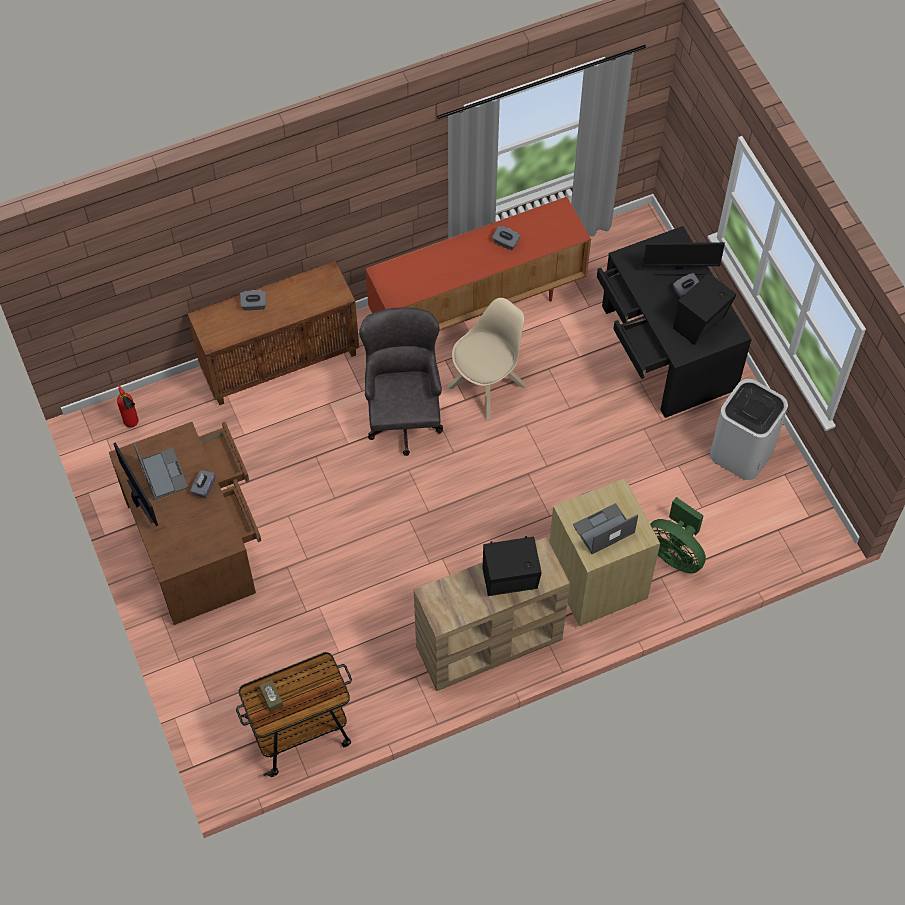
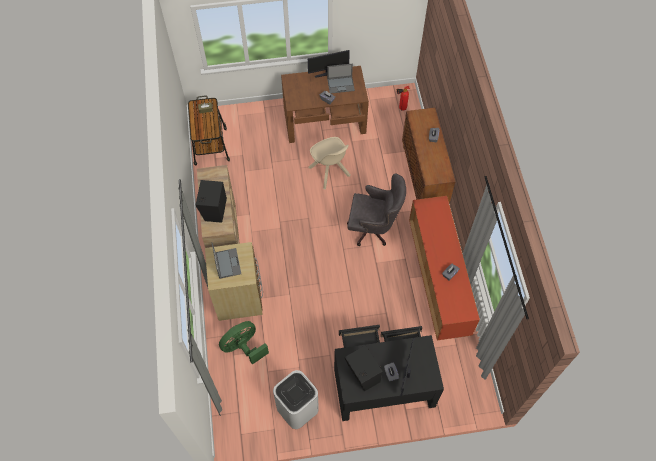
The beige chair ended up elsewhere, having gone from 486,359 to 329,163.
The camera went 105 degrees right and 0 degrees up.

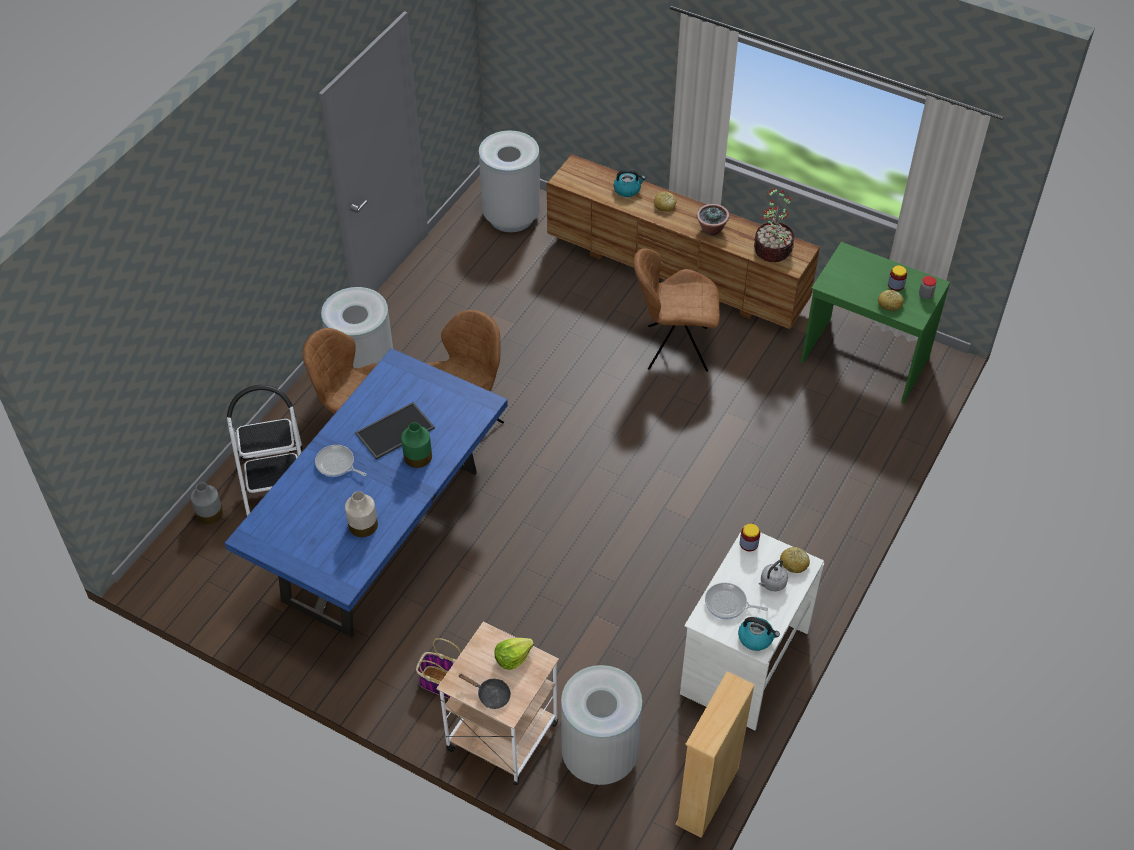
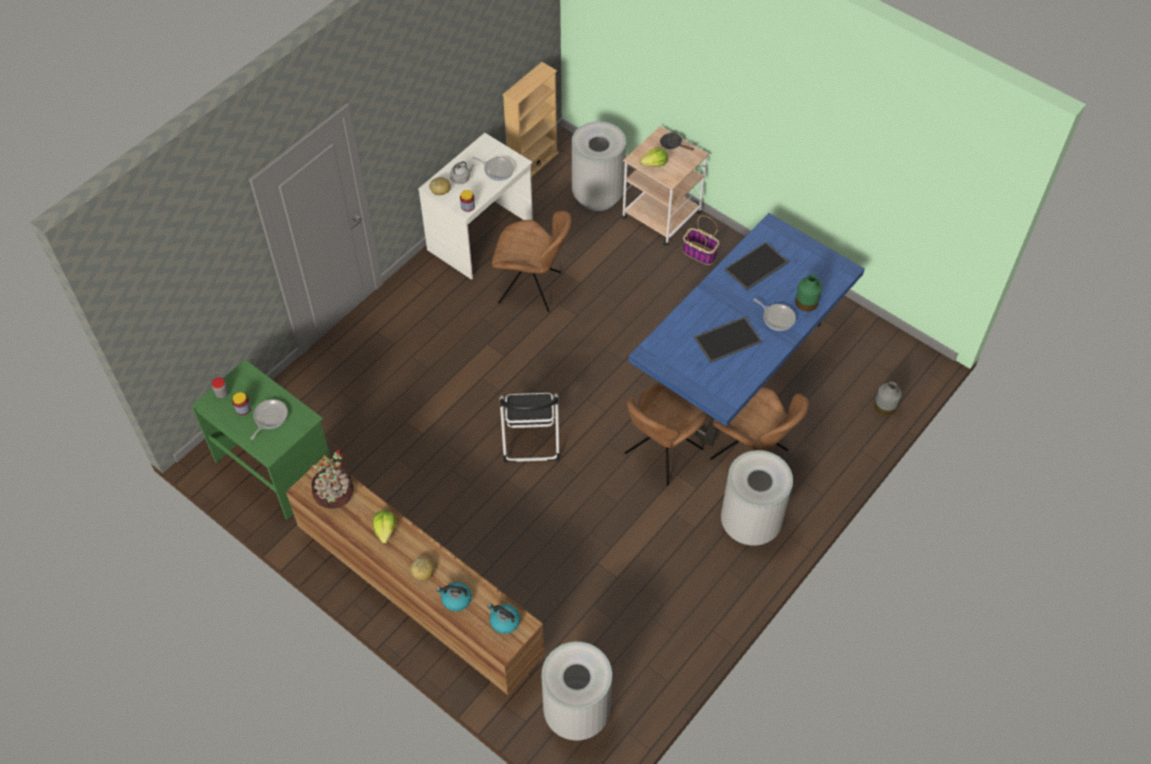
The second view lost the bread at 891,300.
The second view gained the frying pan at 269,419.
The step ladder ended up elsewhere, having gone from 265,450 to 529,427.
The green vase ended up elsewhere, having gone from 416,445 to 808,293.
The brown chair ended up elsewhere, having gone from 677,310 to 532,261.
The kettle ended up elsewhere, having gone from 759,634 to 503,618.
Where the beige vase stood at 361,514, the tray came to stand at 757,266.
Where the potted plant stood at 713,220, the lettuce came to stand at 384,526.
The camera went 170 degrees left and 5 degrees up.

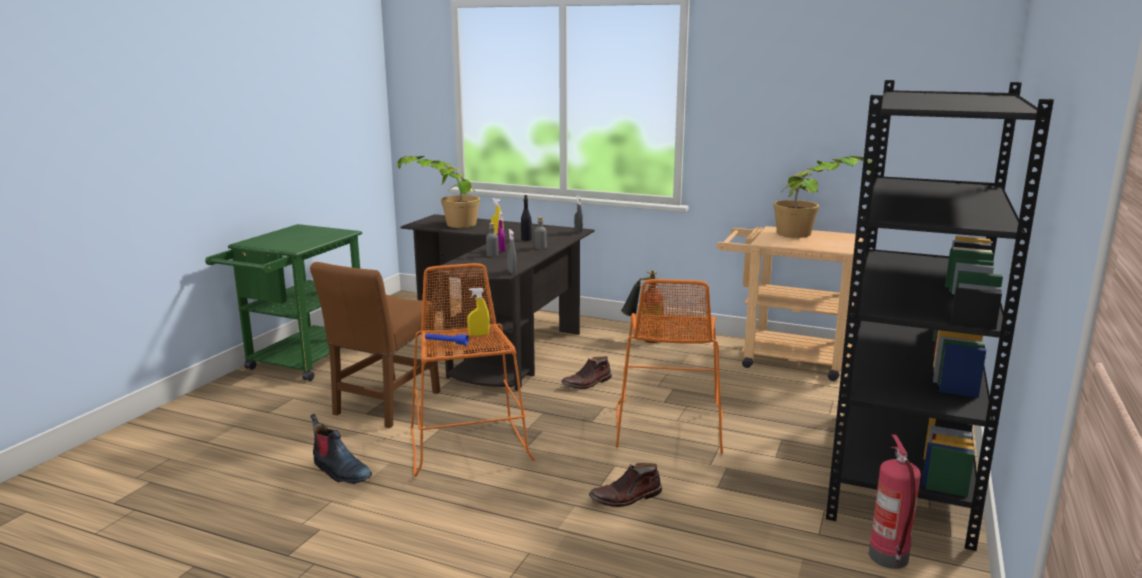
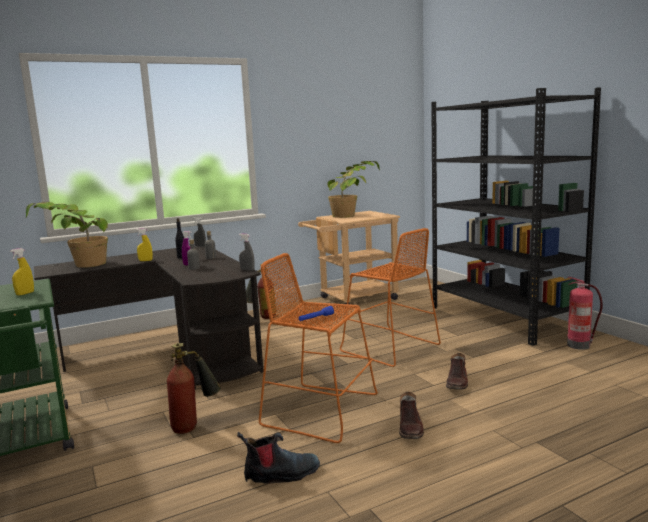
The yellow spray bottle ended up elsewhere, having gone from 478,312 to 22,272.
The brown boot ended up elsewhere, having gone from 586,372 to 411,415.
Where the brown chair stood at 375,345, the fire extinguisher came to stand at 194,388.
The camera went 50 degrees left and 5 degrees down.

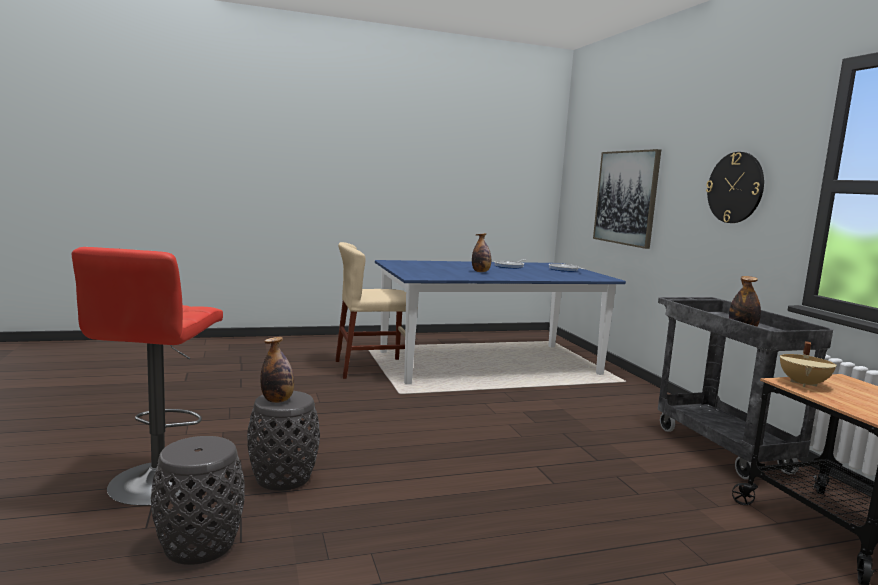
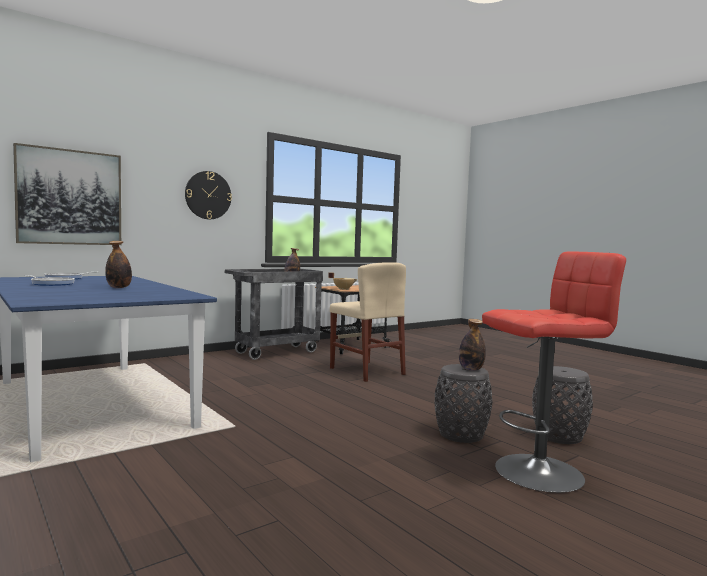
The beige chair ended up elsewhere, having gone from 370,310 to 368,322.
The camera went 110 degrees left and 5 degrees down.

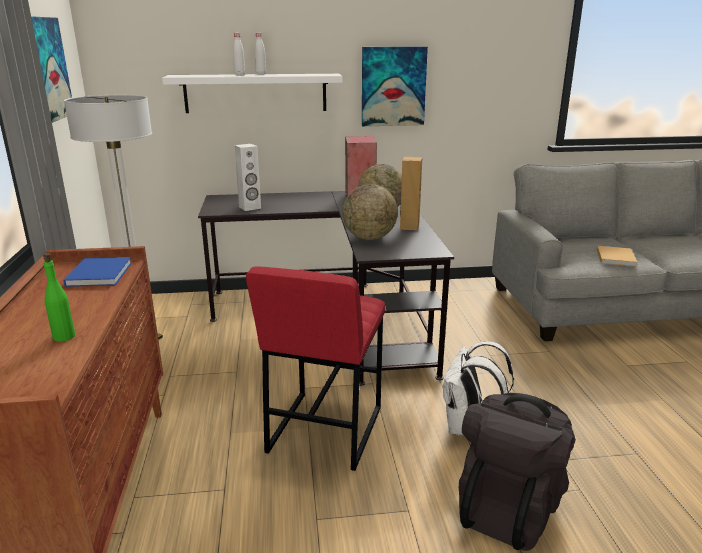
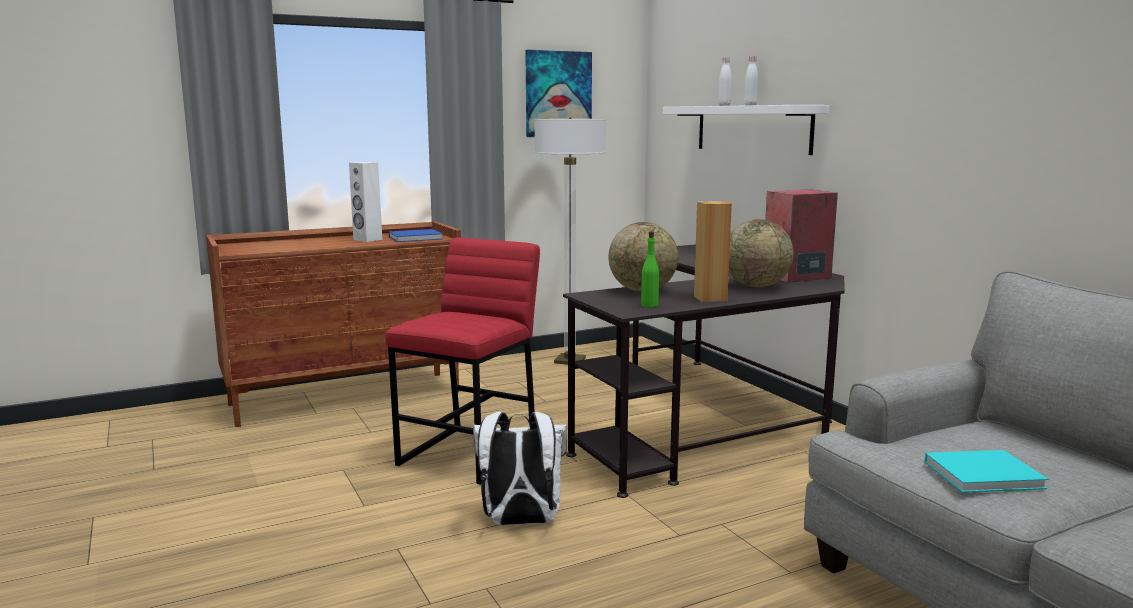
The second view lost the picture at 395,86.
The second view lost the black backpack at 517,472.
The green bottle ended up elsewhere, having gone from 59,297 to 650,269.
The white speaker ended up elsewhere, having gone from 247,177 to 365,202.
What was the beige book at 617,256 turned into the turquoise book at 986,471.
The red chair at 315,369 ended up facing another way, 120 degrees clockwise from before.
The camera went 70 degrees right and 10 degrees down.

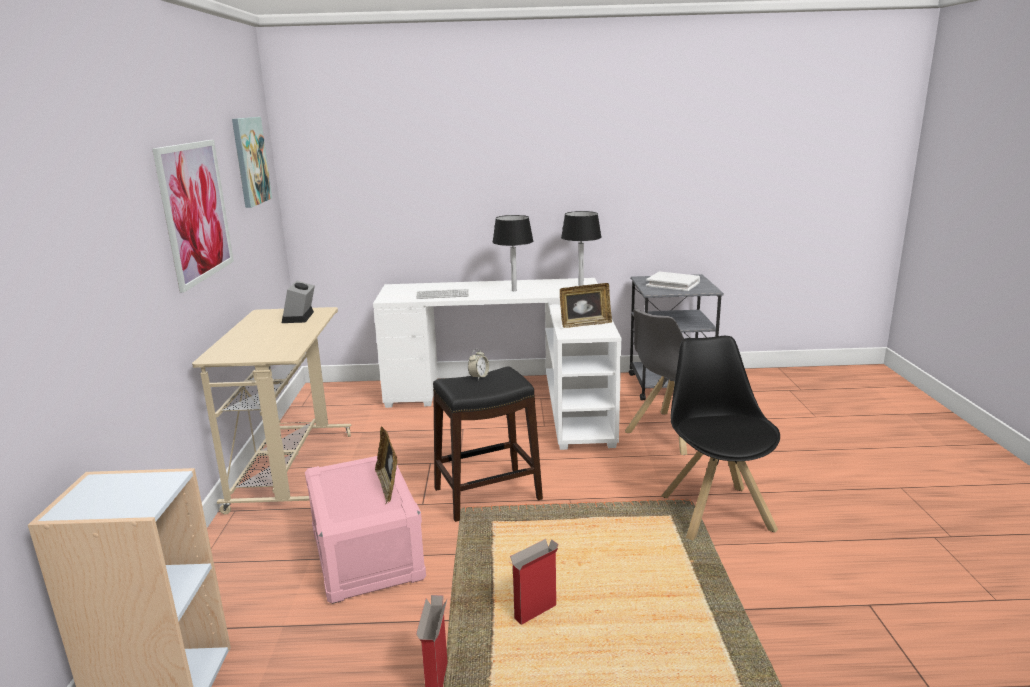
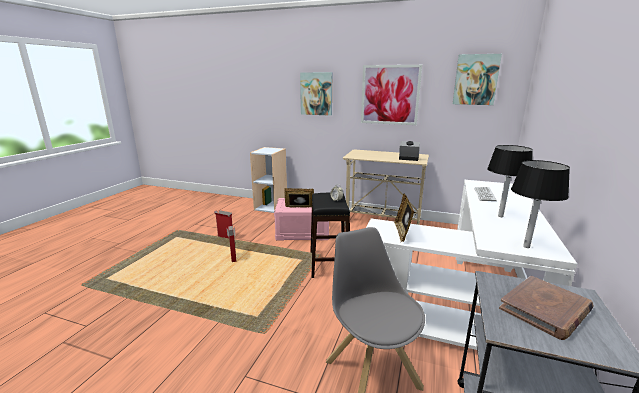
The second view lost the black chair at 720,438.
The second view gained the picture at 316,94.
What was the white book at 673,281 turned into the brown book at 546,308.
The camera went 110 degrees right and 0 degrees up.

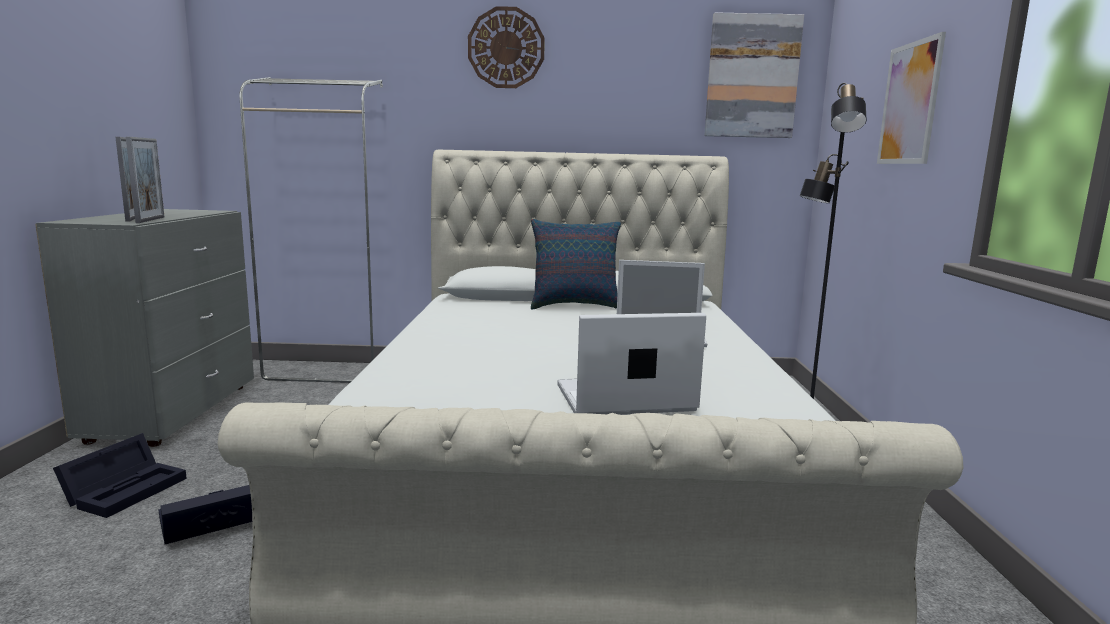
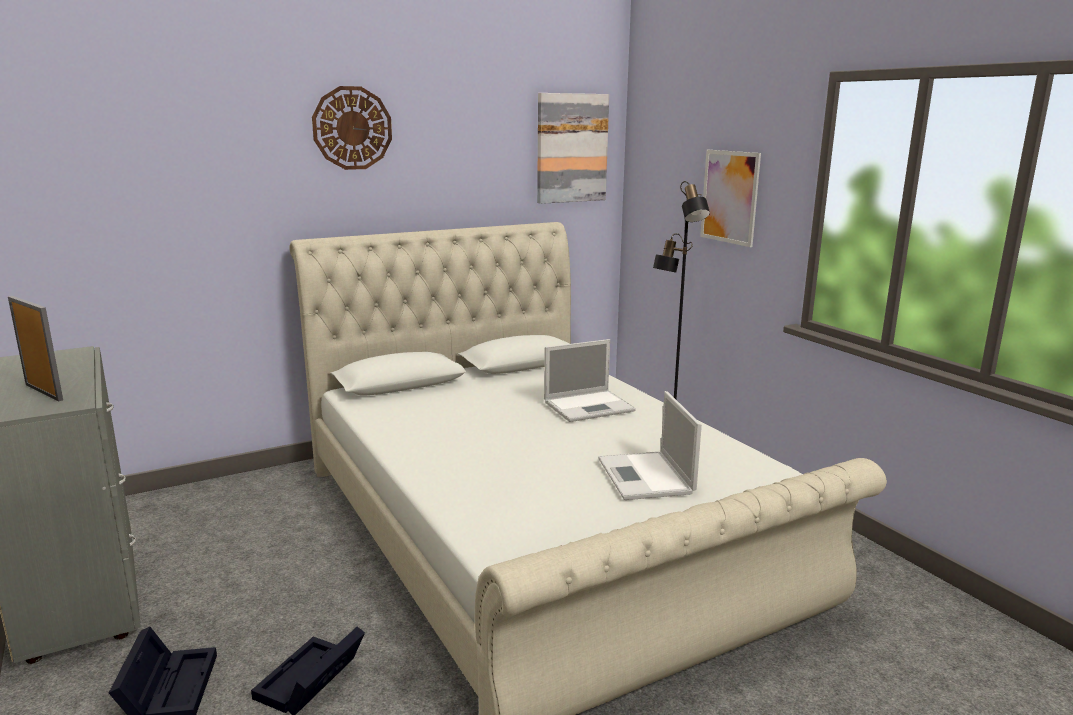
The second view lost the picture frame at 145,180.
The second view lost the grey clothes rack at 311,230.
The second view lost the blue pillow at 576,264.
The laptop at 631,364 ended up facing another way, 60 degrees counterclockwise from before.
The camera went 30 degrees left and 5 degrees up.

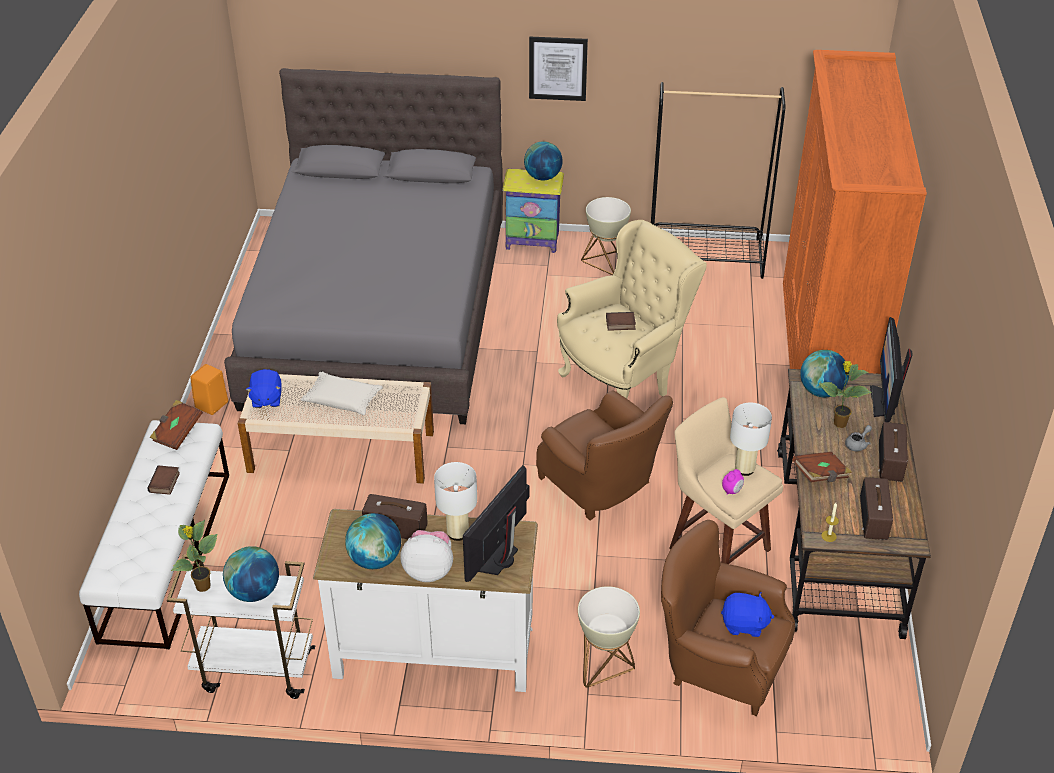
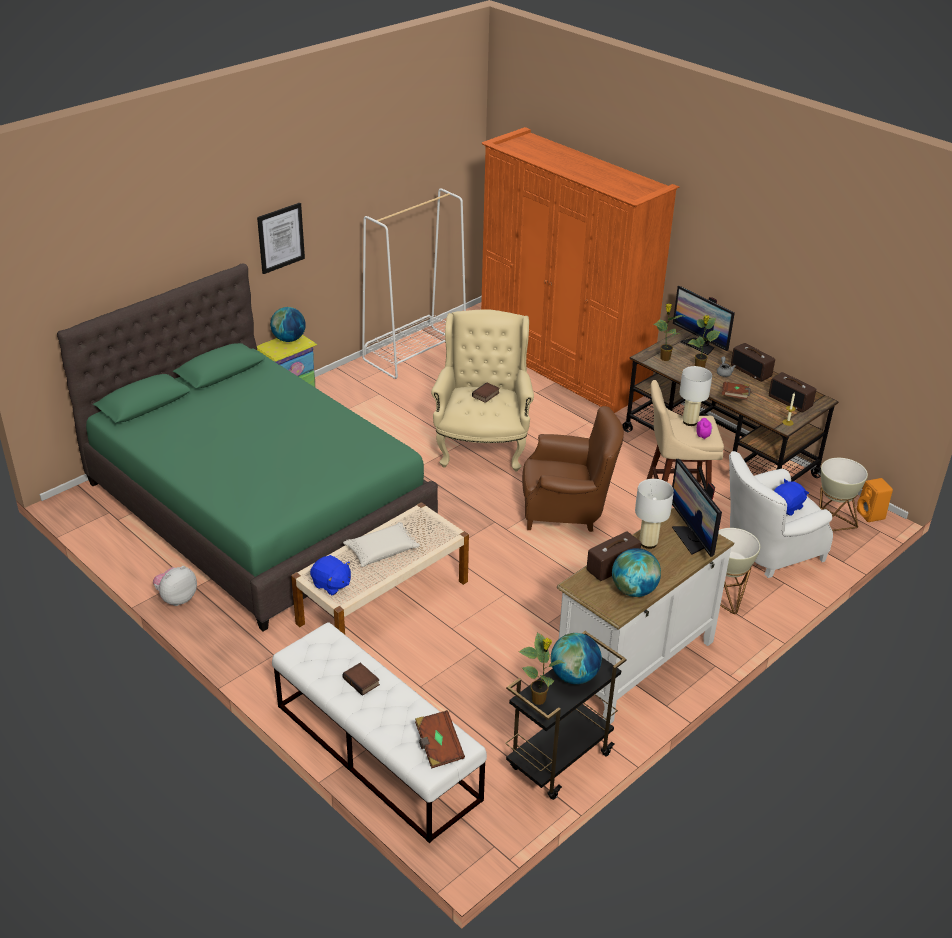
The brown book ended up elsewhere, having gone from 176,425 to 440,739.
The orange speaker ended up elsewhere, having gone from 209,389 to 875,500.
The plush toy ended up elsewhere, having gone from 426,556 to 175,586.
The planter ended up elsewhere, having gone from 606,236 to 843,494.
Where the globe stood at 824,373, the potted plant came to stand at 669,332.
What was the white cart at 241,626 turned into the black cart at 566,715.
What was the grey bed at 363,246 turned into the green bed at 247,447.
What was the black clothes rack at 718,180 turned into the white clothes rack at 414,283.
What was the brown armchair at 728,618 turned into the white armchair at 781,514.
The camera went 50 degrees left and 5 degrees down.

